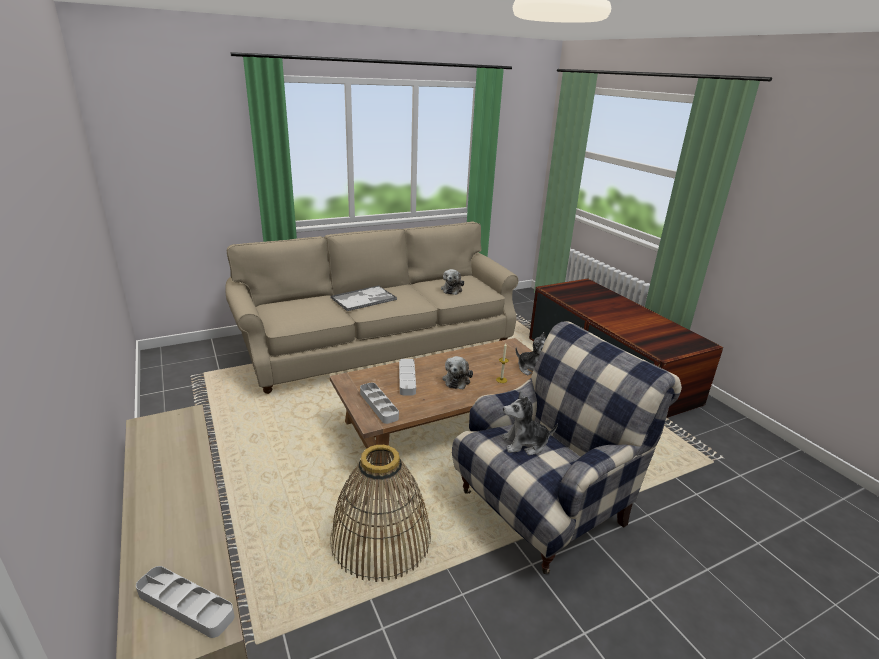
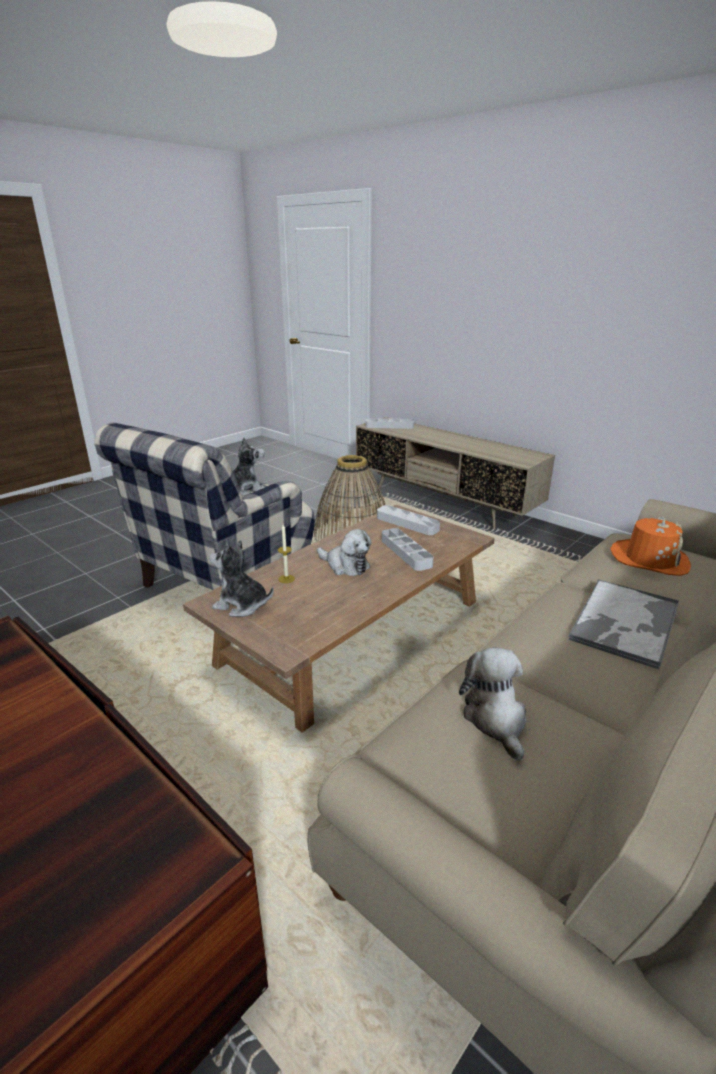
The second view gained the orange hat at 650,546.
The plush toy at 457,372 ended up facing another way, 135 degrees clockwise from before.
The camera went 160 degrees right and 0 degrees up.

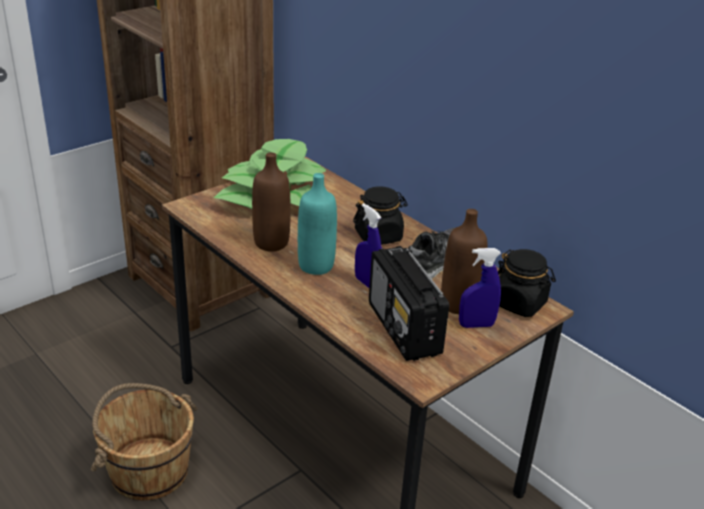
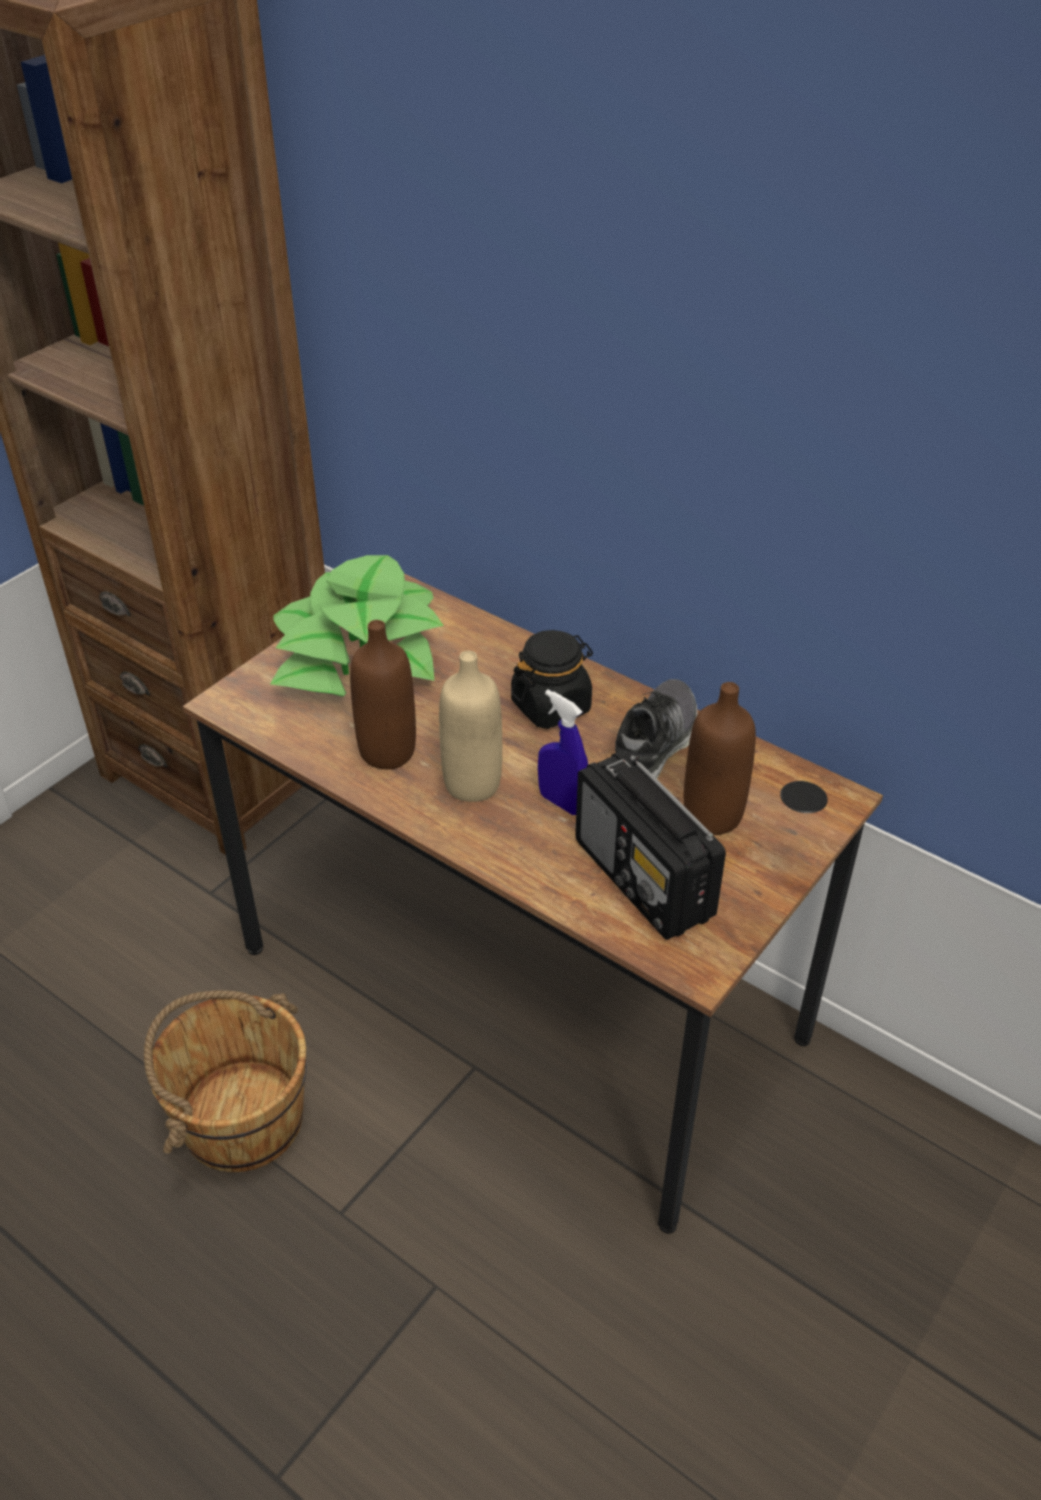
The second view lost the blue spray bottle at 480,288.
The second view lost the black jar at 527,283.
What was the turquoise bottle at 317,224 turned into the beige bottle at 470,726.
The camera went 10 degrees left and 10 degrees up.

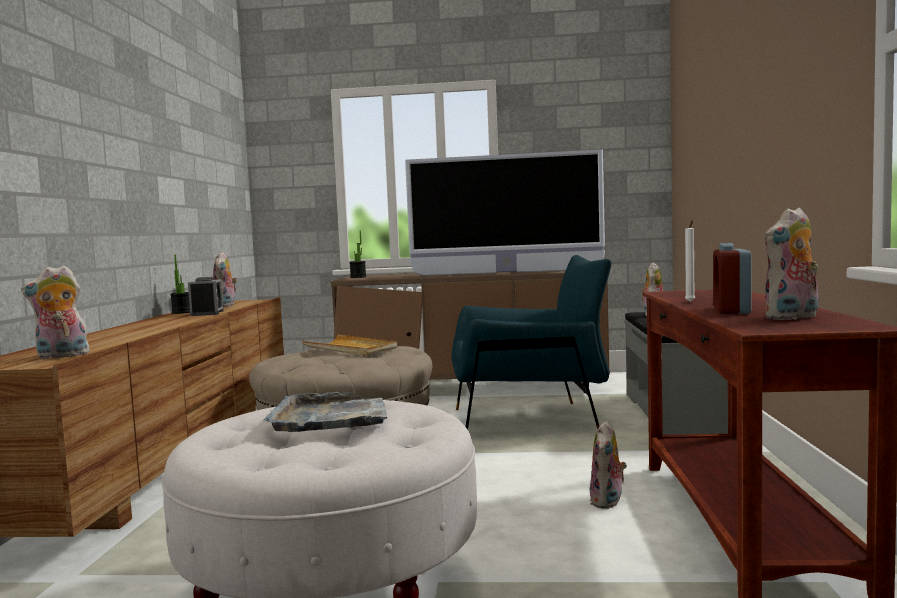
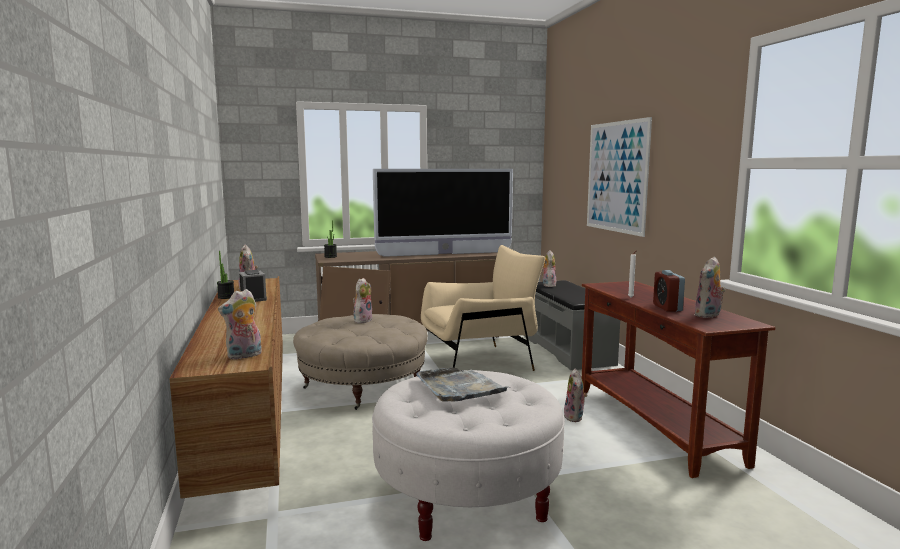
The second view gained the picture at 619,177.
Where the beige tray stood at 349,345, the plush toy came to stand at 362,300.
What was the blue armchair at 532,342 turned into the beige armchair at 483,308.
The camera went 20 degrees left and 5 degrees up.

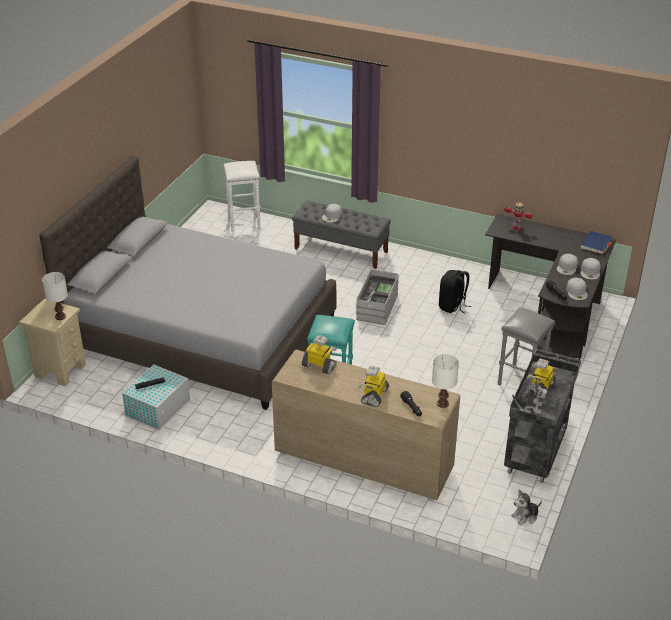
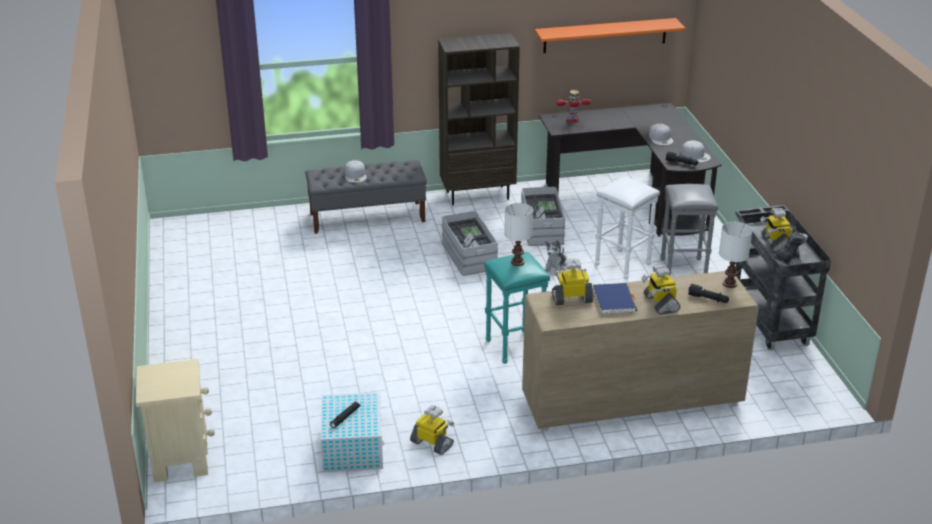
The second view lost the grey bed at 187,283.
The second view lost the white cap at 590,268.
The second view gained the toy robot at 432,430.
The second view gained the brown bookcase at 479,119.
The second view gained the orange shelf at 610,35.
The white table lamp ended up elsewhere, having gone from 55,296 to 518,234.
The white stool ended up elsewhere, having gone from 242,196 to 627,228.
The plush toy ended up elsewhere, having gone from 526,507 to 555,256.
The blue book ended up elsewhere, having gone from 597,242 to 615,299.
Where the black backpack stood at 455,292, the grey storage box came to stand at 543,216.
The camera went 35 degrees left and 5 degrees down.

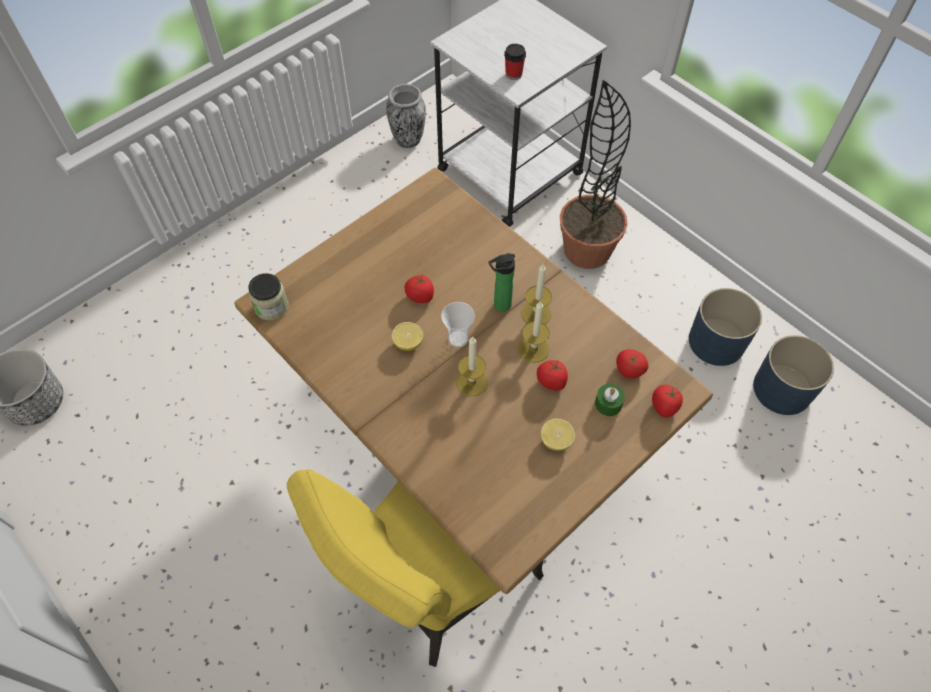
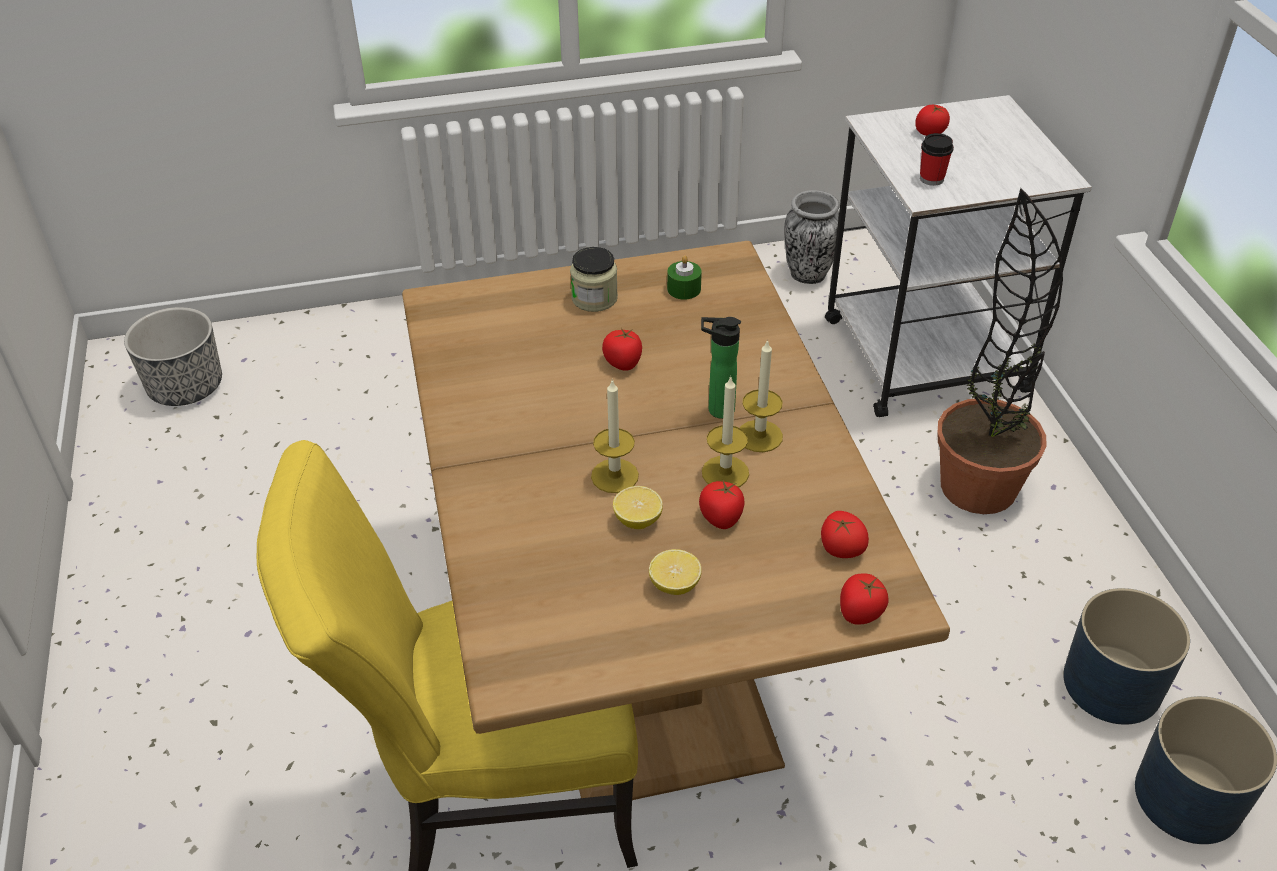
The second view lost the cup at 458,324.
The second view gained the tomato at 932,120.
The jar ended up elsewhere, having gone from 269,296 to 594,279.
The lemon ended up elsewhere, having gone from 408,336 to 638,507.
The green candle ended up elsewhere, having gone from 610,400 to 684,278.
The camera went 30 degrees right and 15 degrees down.

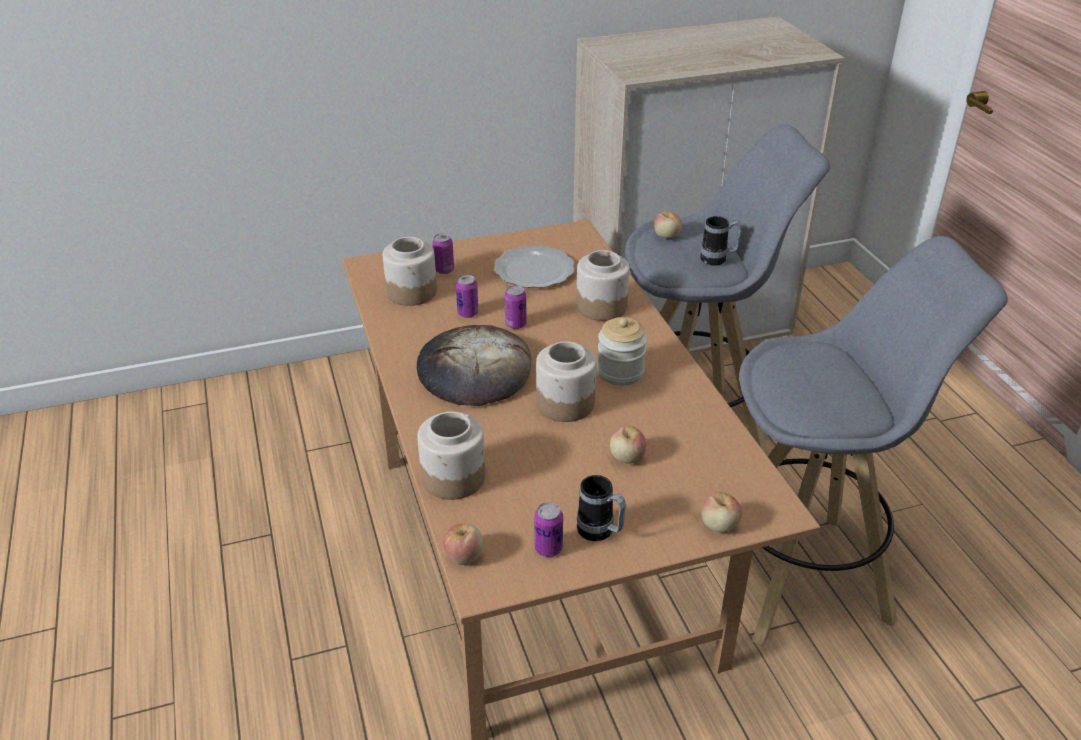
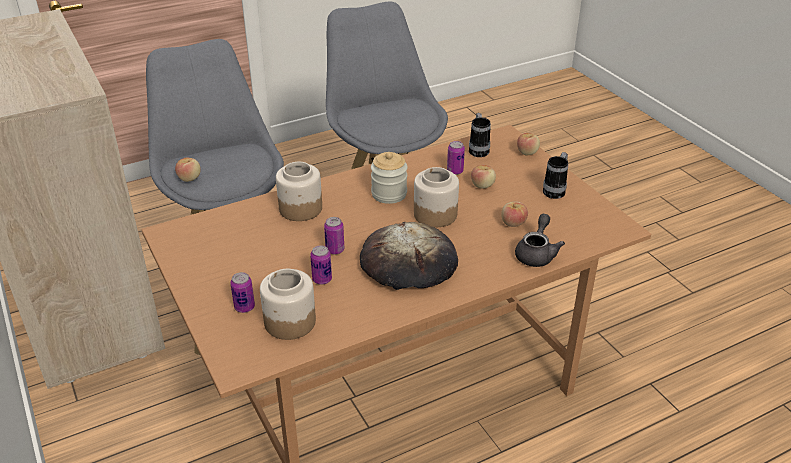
The second view lost the plate at 534,267.
The apple ended up elsewhere, having gone from 463,544 to 514,214.
The can ended up elsewhere, having gone from 548,529 to 456,158.
The mug ended up elsewhere, having gone from 721,241 to 480,135.
Where the jar stood at 451,455, the grey teapot came to stand at 540,240.
The camera went 100 degrees left and 0 degrees up.

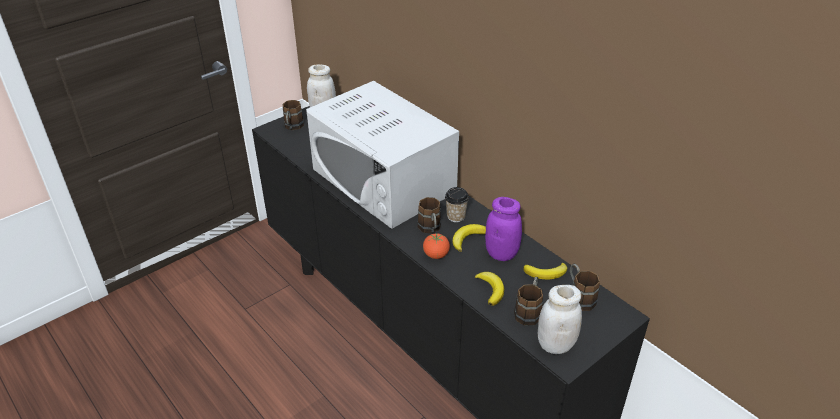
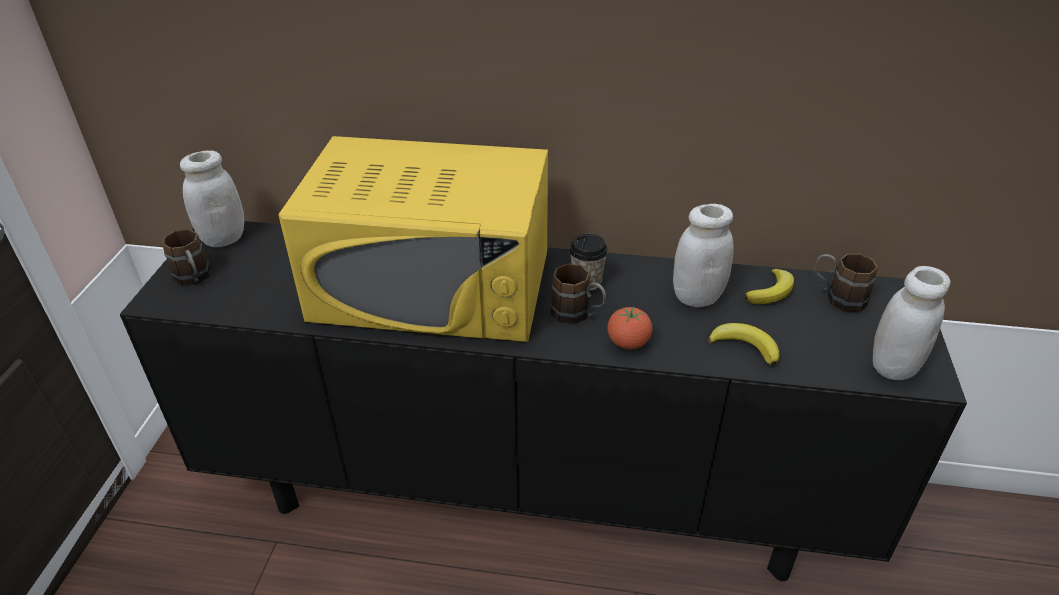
The second view lost the banana at 469,238.
The second view lost the brown mug at 528,301.
What was the white microwave at 382,155 turned into the yellow microwave at 413,239.
What was the purple jar at 503,229 turned into the white jar at 703,255.
The camera went 40 degrees left and 0 degrees up.

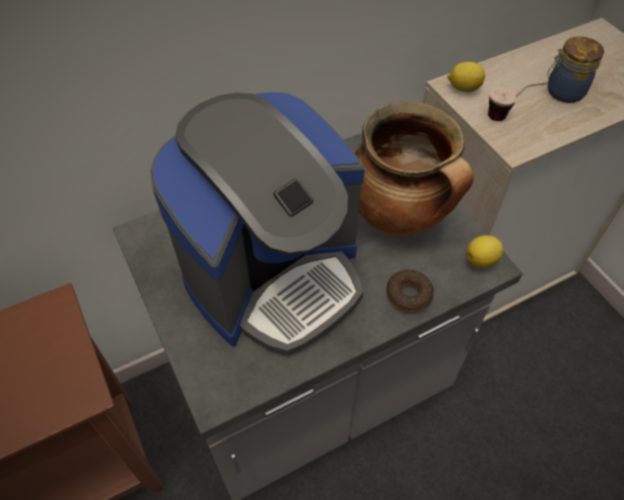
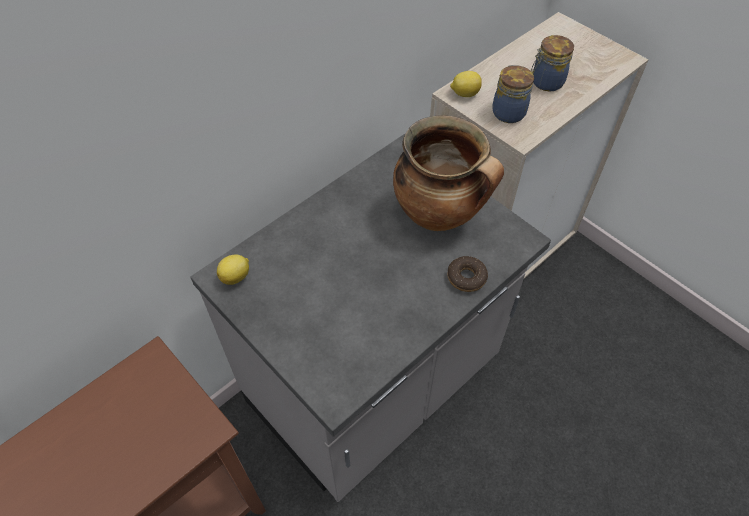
The second view lost the coffee machine at 257,224.
The lemon ended up elsewhere, having gone from 484,252 to 233,269.
Where the cup stood at 517,102, the jar came to stand at 513,94.
The camera went 15 degrees left and 0 degrees up.

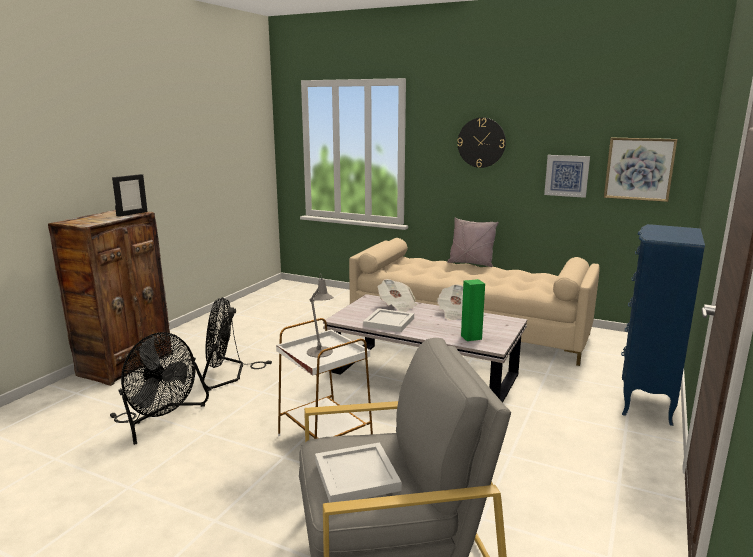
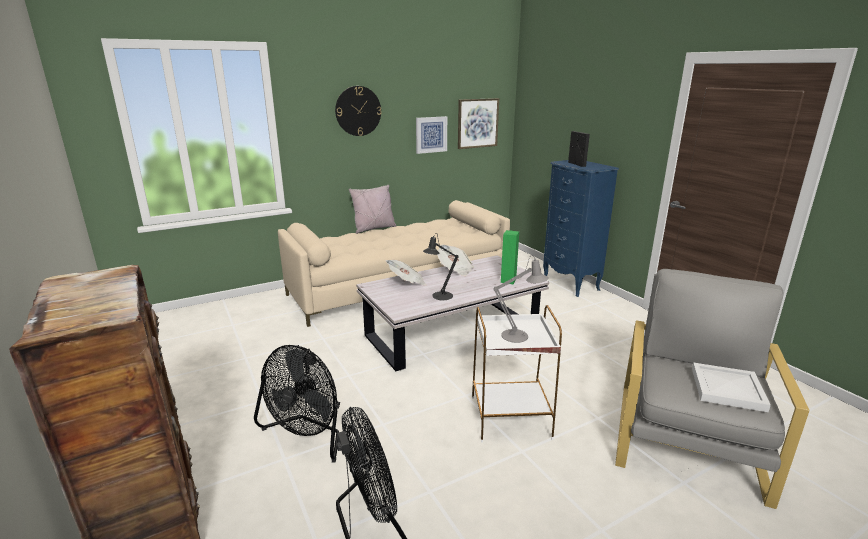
The picture frame ended up elsewhere, having gone from 130,195 to 579,149.
Where the white tray stood at 388,320, the black table lamp came to stand at 441,266.
The camera went 55 degrees left and 5 degrees up.

